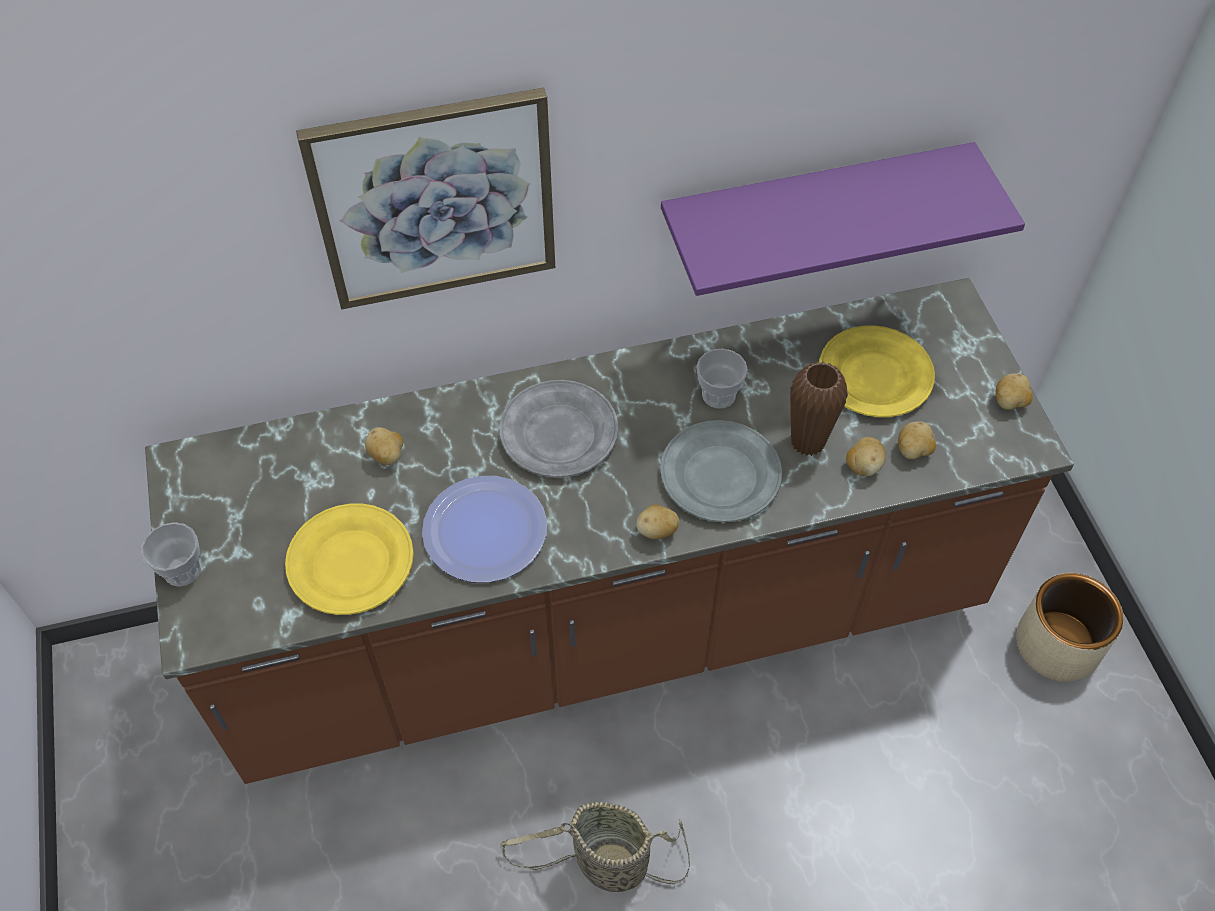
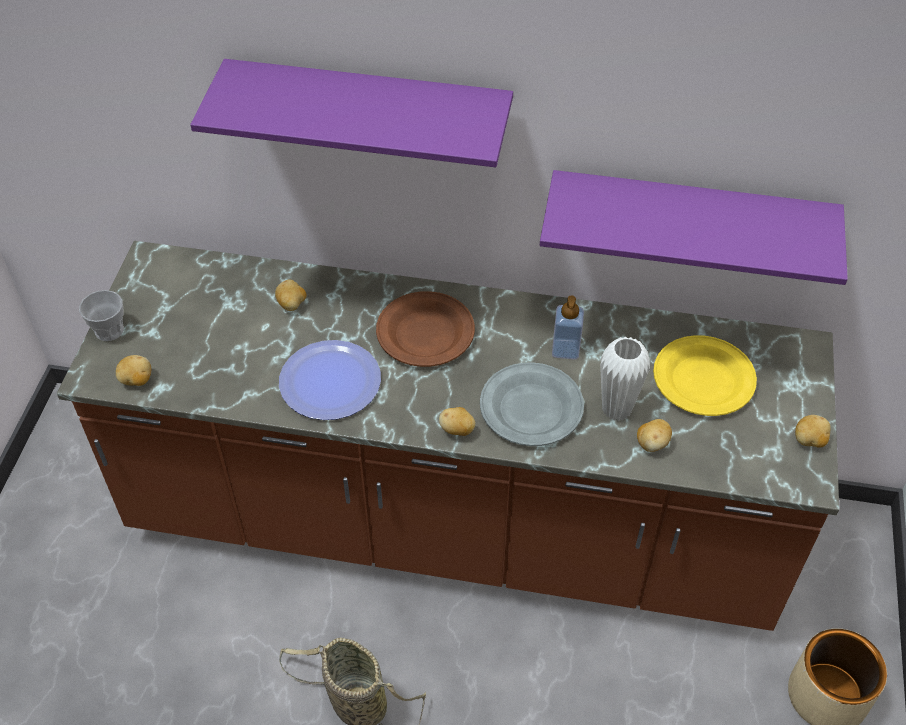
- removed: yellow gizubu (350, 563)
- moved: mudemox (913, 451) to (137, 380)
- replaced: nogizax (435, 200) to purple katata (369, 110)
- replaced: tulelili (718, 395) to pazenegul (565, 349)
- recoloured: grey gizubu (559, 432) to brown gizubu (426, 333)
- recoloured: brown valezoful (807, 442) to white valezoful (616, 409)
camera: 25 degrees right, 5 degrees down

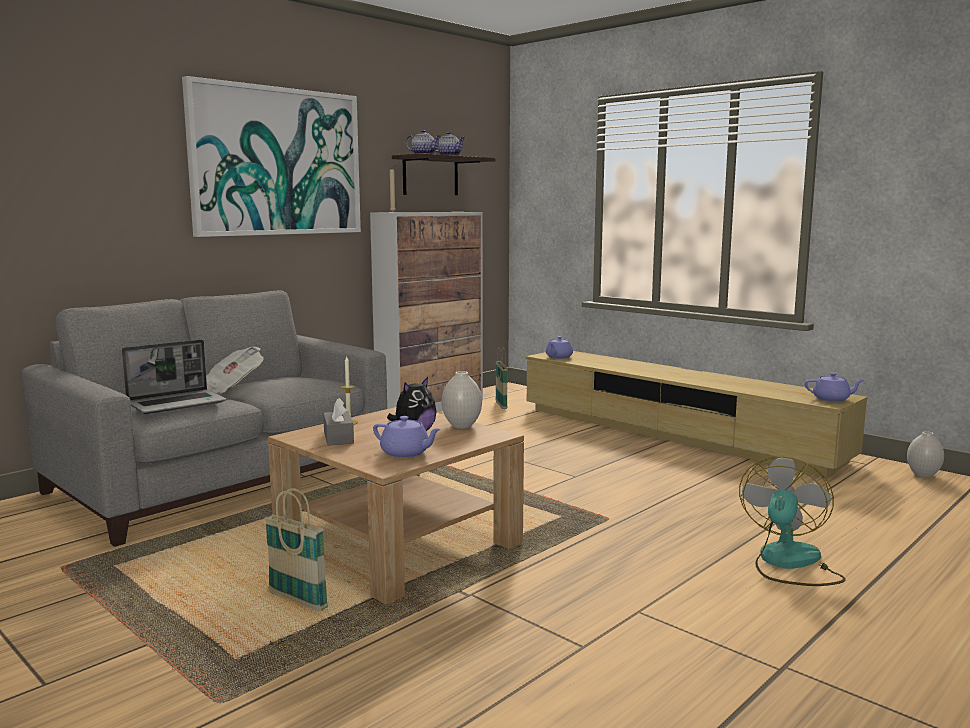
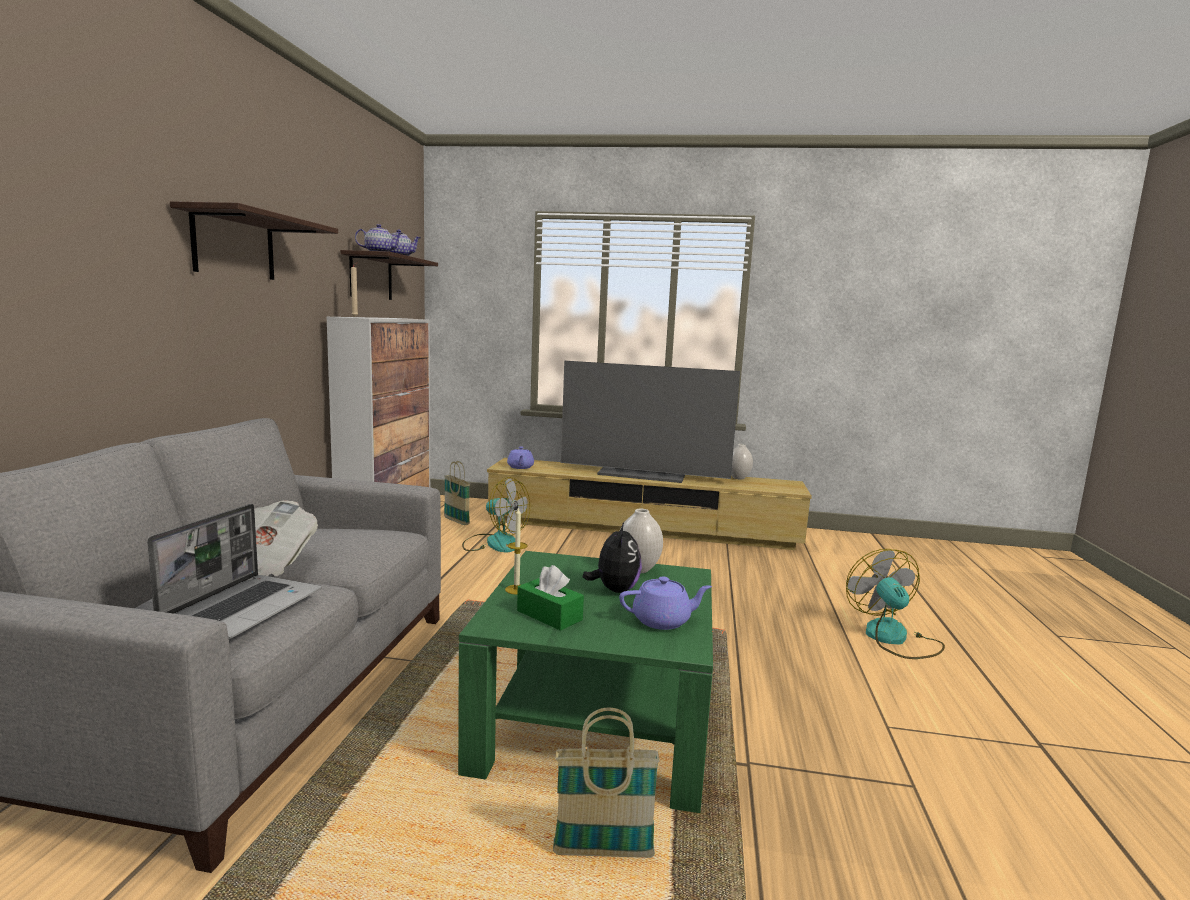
- removed: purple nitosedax (832, 399)
- added: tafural (494, 543)
- added: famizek (643, 474)
- moved: white valezoful (923, 475) to (738, 478)
- replaced: nogizax (277, 162) to katata (234, 246)
- recoloured: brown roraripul (398, 545) to green roraripul (595, 722)
- recoloured: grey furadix (338, 438) to green furadix (549, 615)
camera: 35 degrees left, 0 degrees up

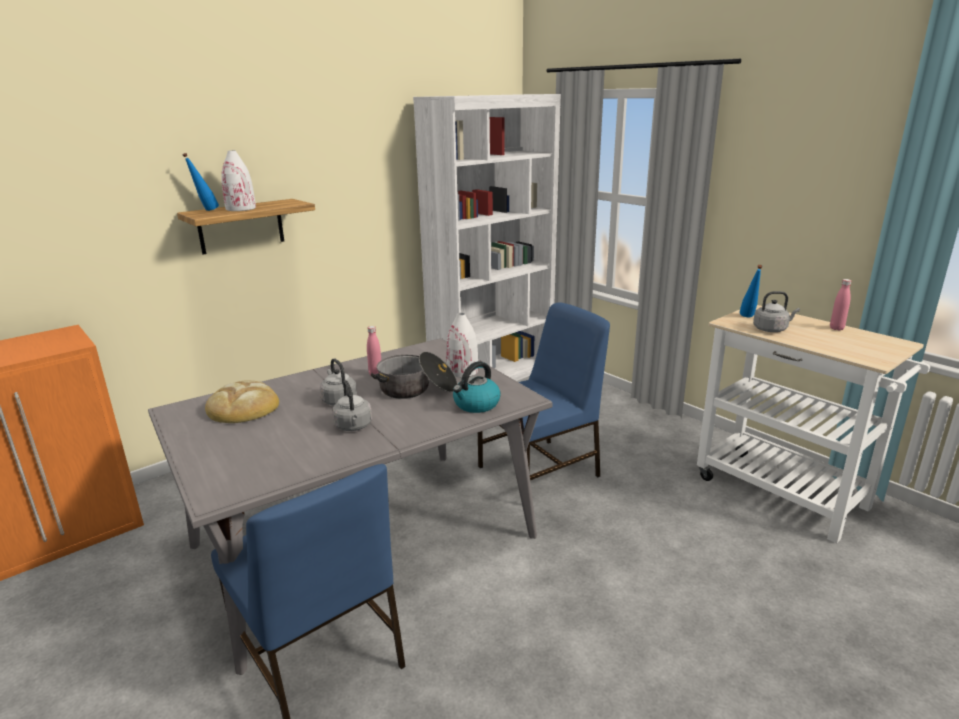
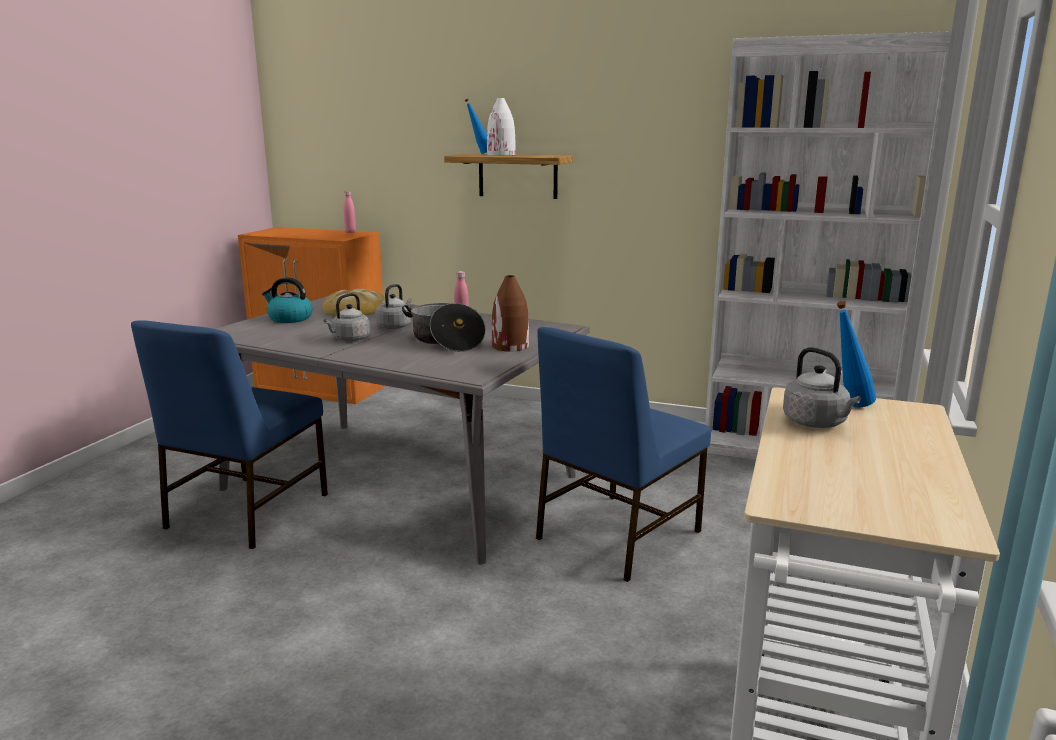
- moved: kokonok (476, 405) to (289, 318)
- moved: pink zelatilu (836, 328) to (350, 232)
- recoloured: white valezoful (462, 371) to brown valezoful (510, 346)
- turned: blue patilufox (541, 471) = (615, 535) 105 degrees clockwise
camera: 60 degrees right, 5 degrees down

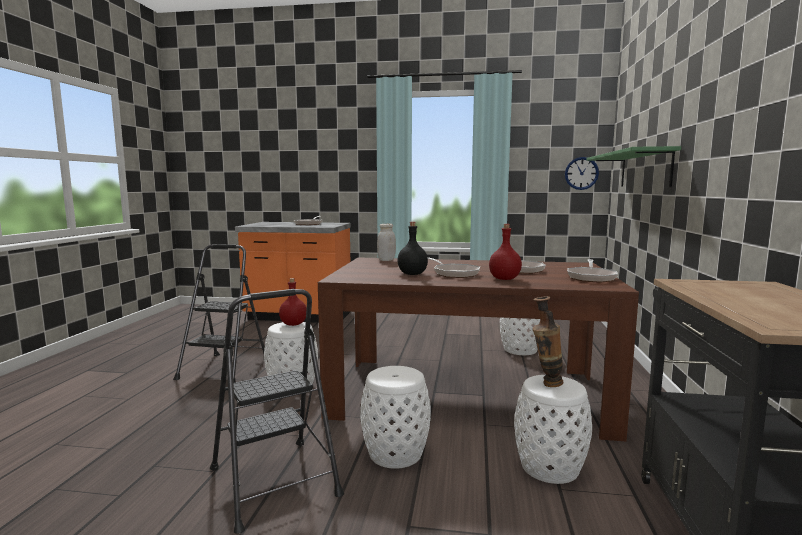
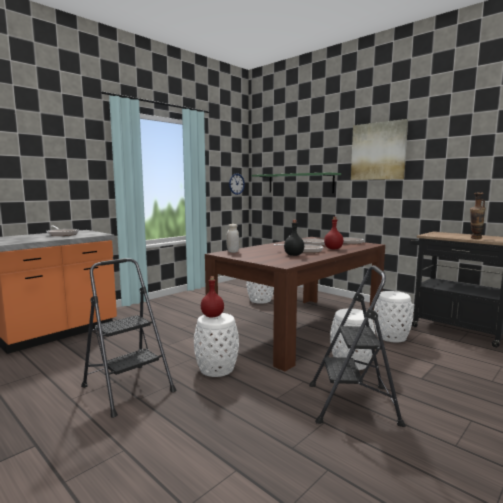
- added: nogizax (378, 151)
- moved: valezoful (546, 384) to (475, 238)
camera: 55 degrees left, 0 degrees up

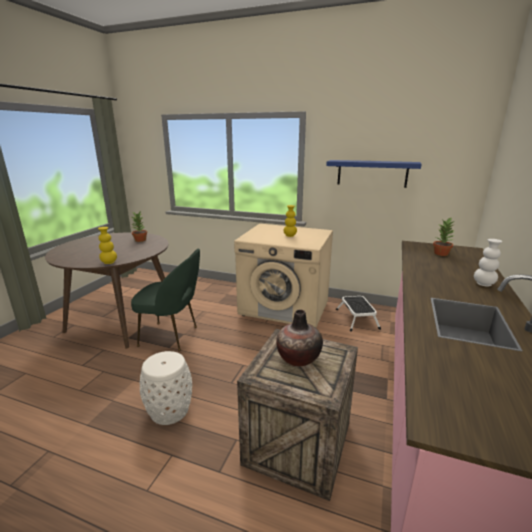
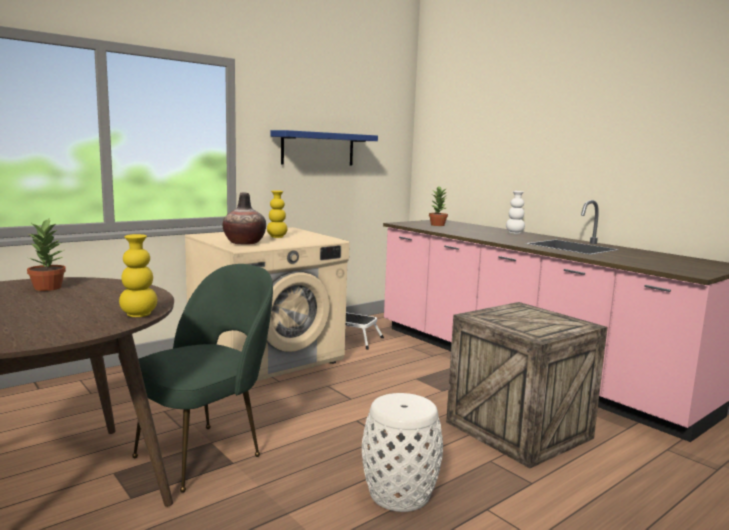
- moved: valezoful (298, 358) to (244, 243)
camera: 60 degrees left, 10 degrees down

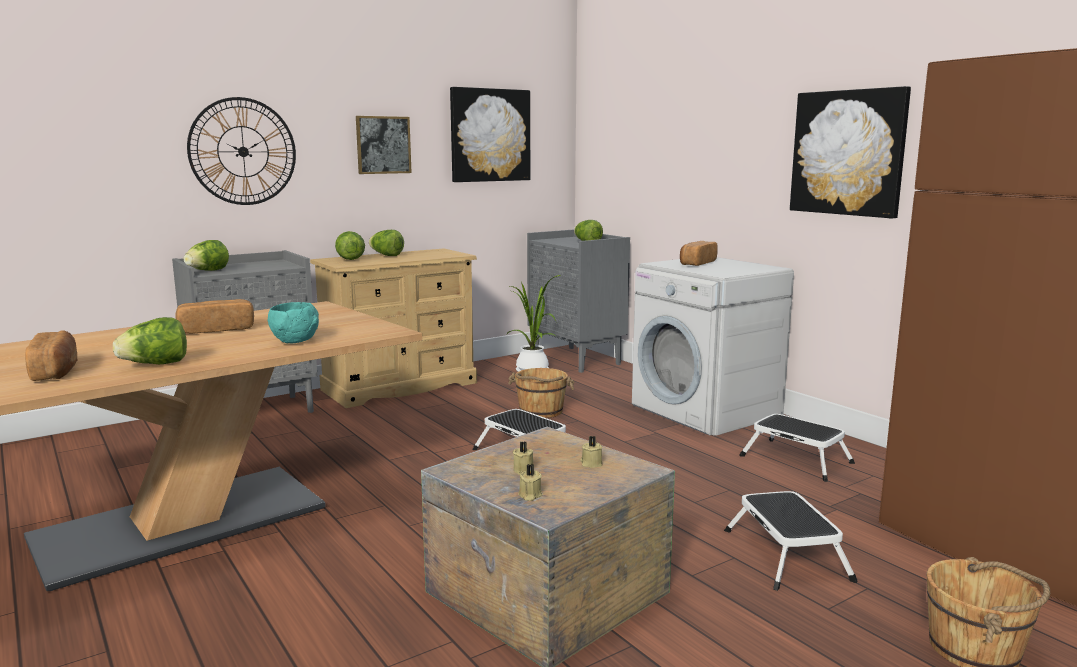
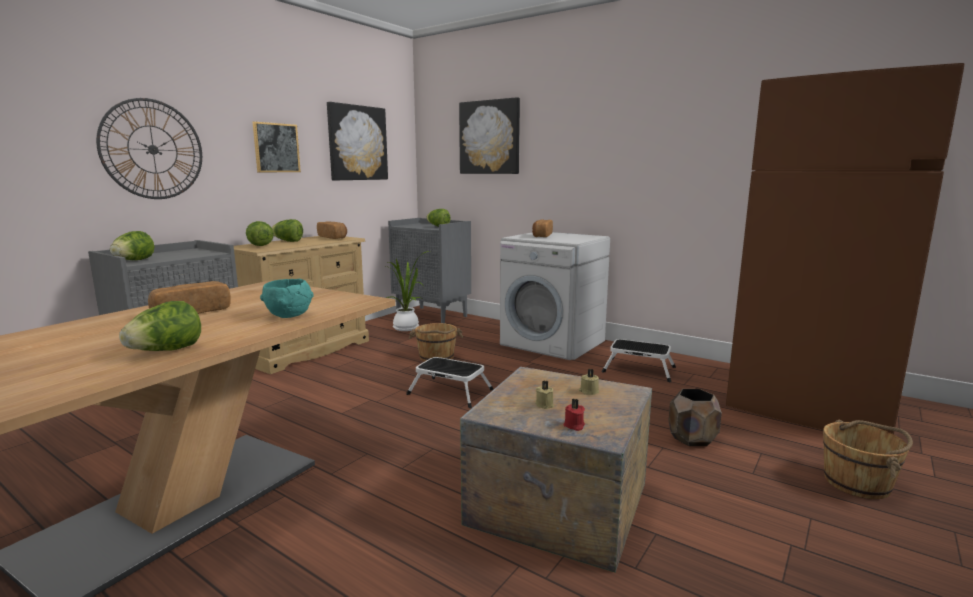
- moved: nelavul (56, 371) to (333, 237)
- moved: nogizax (848, 153) to (489, 137)
- replaced: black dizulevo (785, 555) to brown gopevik (692, 439)
- recoloured: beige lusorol (529, 495) to red lusorol (574, 426)
camera: 20 degrees left, 0 degrees up

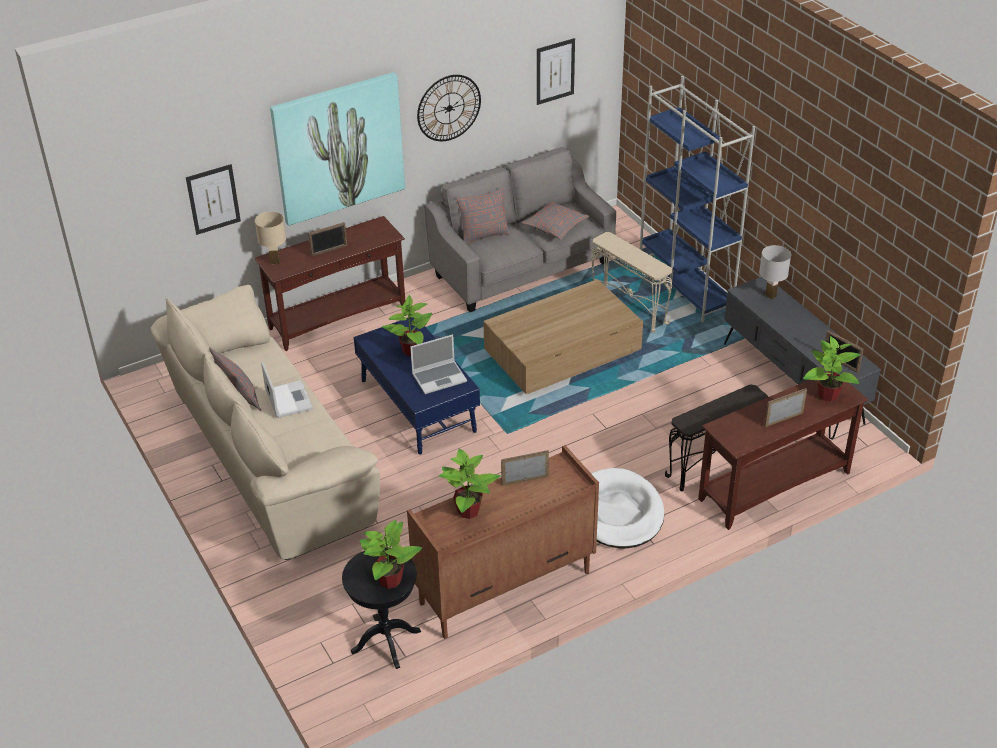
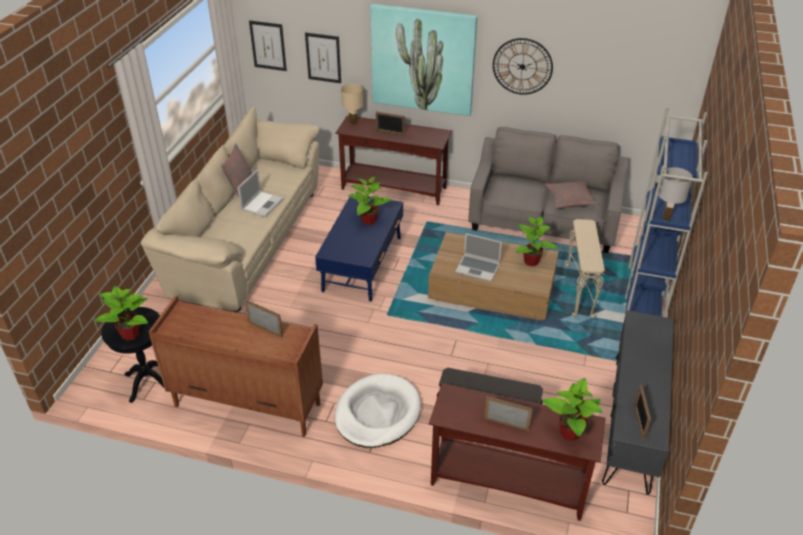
- removed: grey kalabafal (484, 236)
- moved: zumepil (439, 377) to (478, 268)
- moved: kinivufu (469, 511) to (531, 261)
- moved: nogizax (555, 71) to (268, 45)
- moved: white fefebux (770, 296) to (666, 217)
camera: 45 degrees right, 0 degrees up

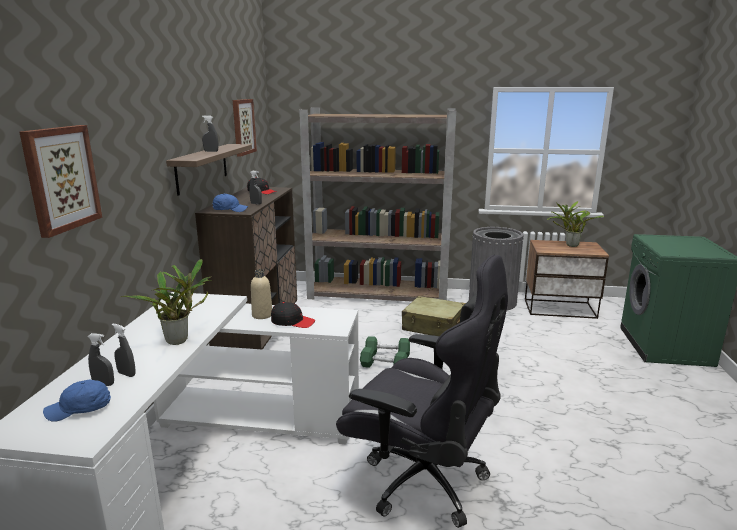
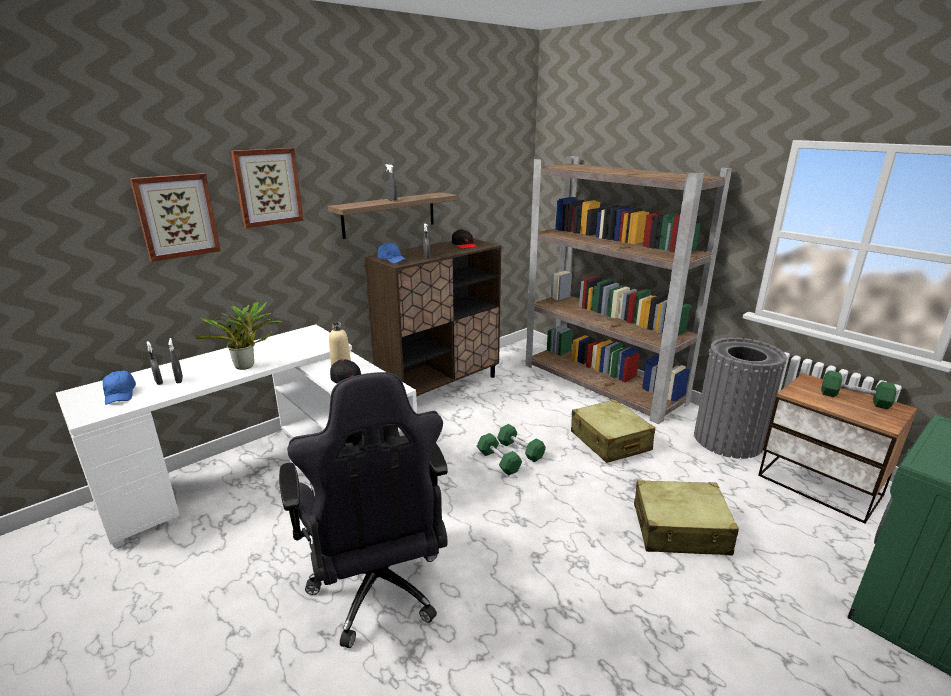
- added: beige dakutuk (680, 530)
- moved: nogizax (243, 127) to (268, 187)
- replaced: kinivufu (570, 245) to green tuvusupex (854, 399)
- turned: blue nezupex (80, 410) = (120, 394) 135 degrees counterclockwise
camera: 40 degrees right, 5 degrees up

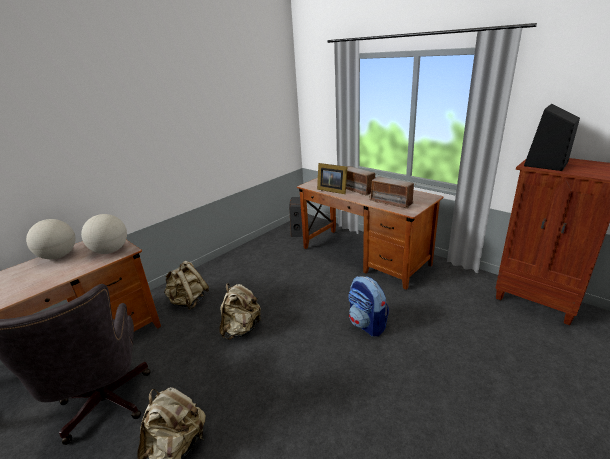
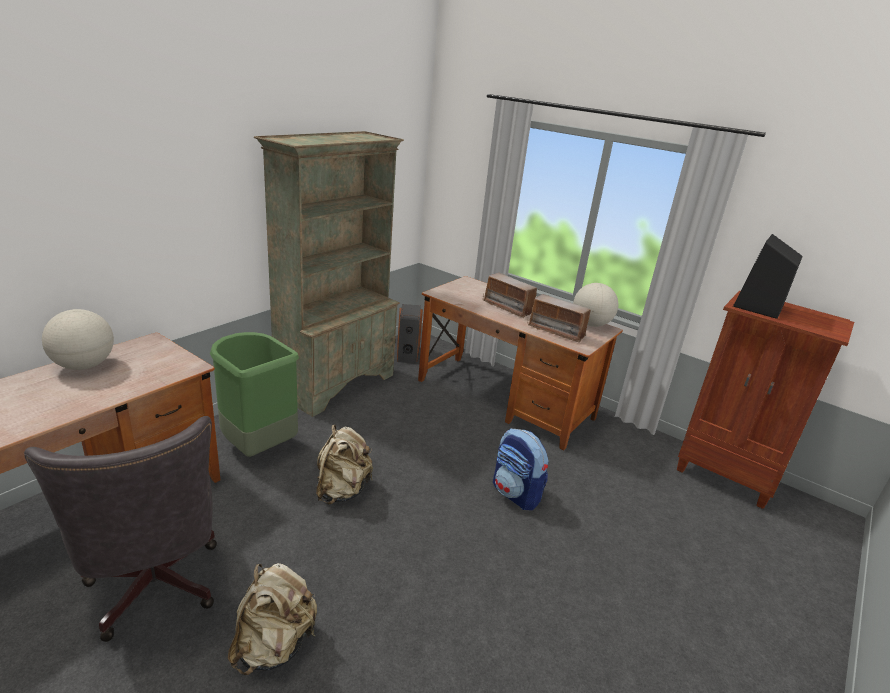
- removed: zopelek (332, 190)
- added: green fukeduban (336, 384)
- moved: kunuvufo (110, 251) to (591, 324)
- replaced: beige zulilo (189, 301) to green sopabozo (257, 446)
camera: 10 degrees left, 0 degrees up

